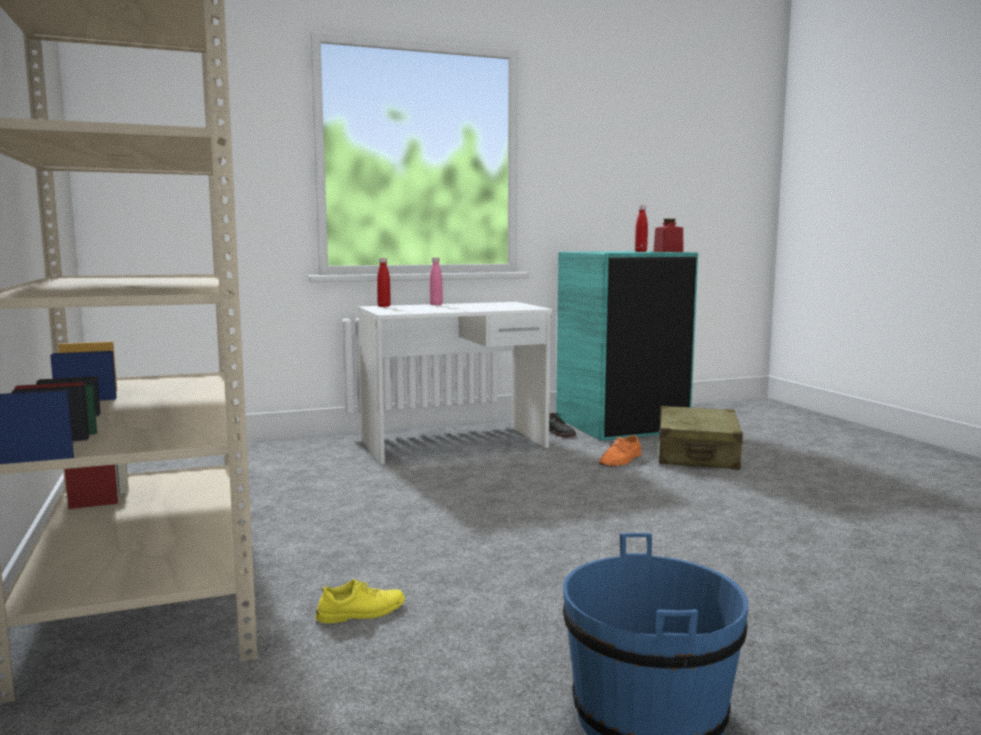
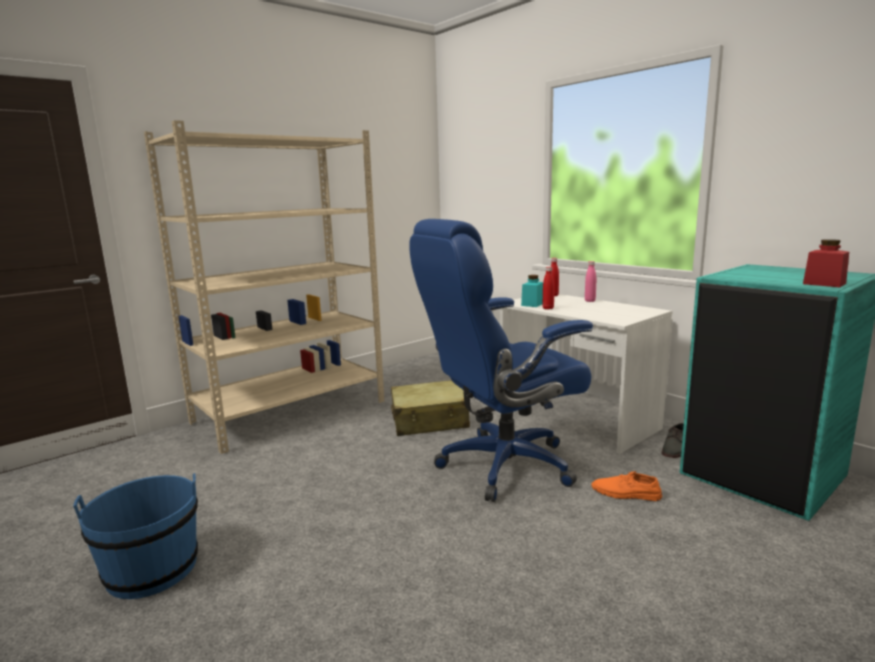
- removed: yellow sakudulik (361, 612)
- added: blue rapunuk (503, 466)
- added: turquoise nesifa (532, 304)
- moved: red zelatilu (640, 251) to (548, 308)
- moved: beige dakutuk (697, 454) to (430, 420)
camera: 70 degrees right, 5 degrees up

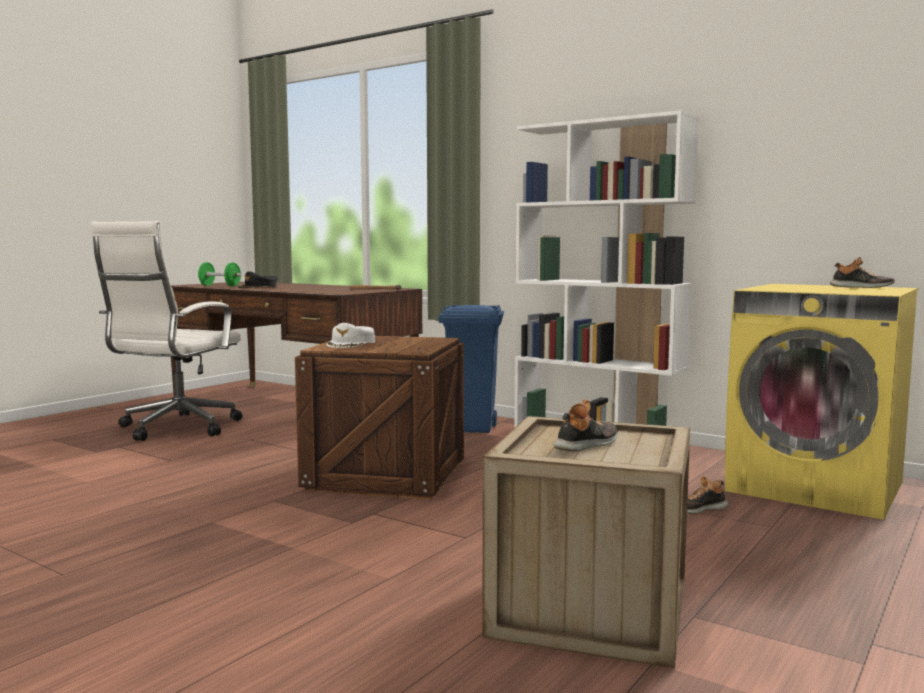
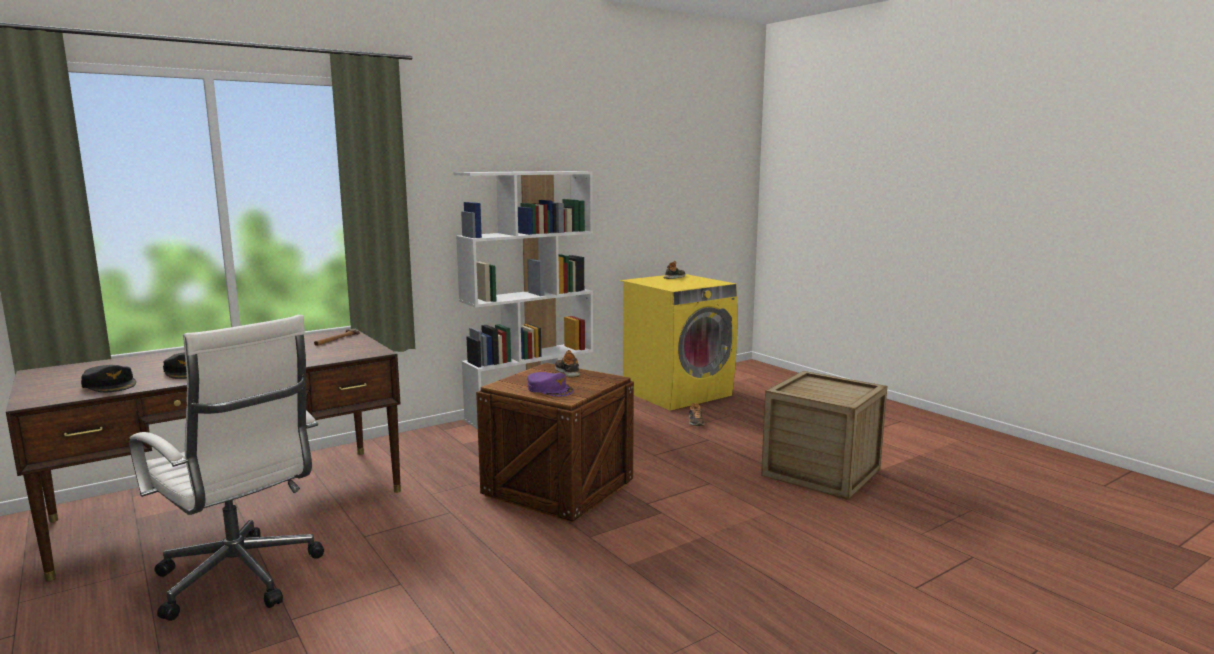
- removed: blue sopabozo (473, 428)
- moved: sakudulik (588, 444) to (567, 372)
- replaced: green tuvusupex (220, 286) to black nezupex (110, 385)
- recoloured: white nezupex (351, 344) to purple nezupex (550, 389)
camera: 70 degrees left, 5 degrees up

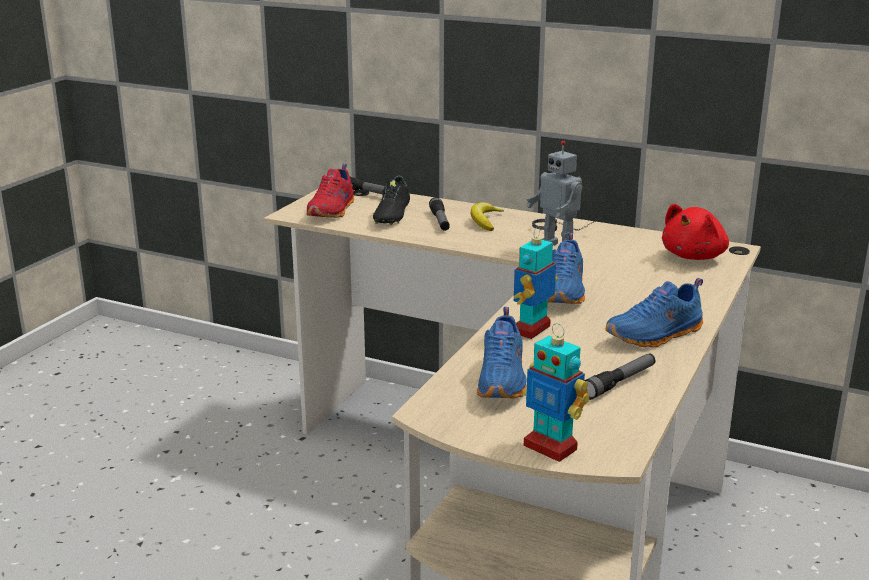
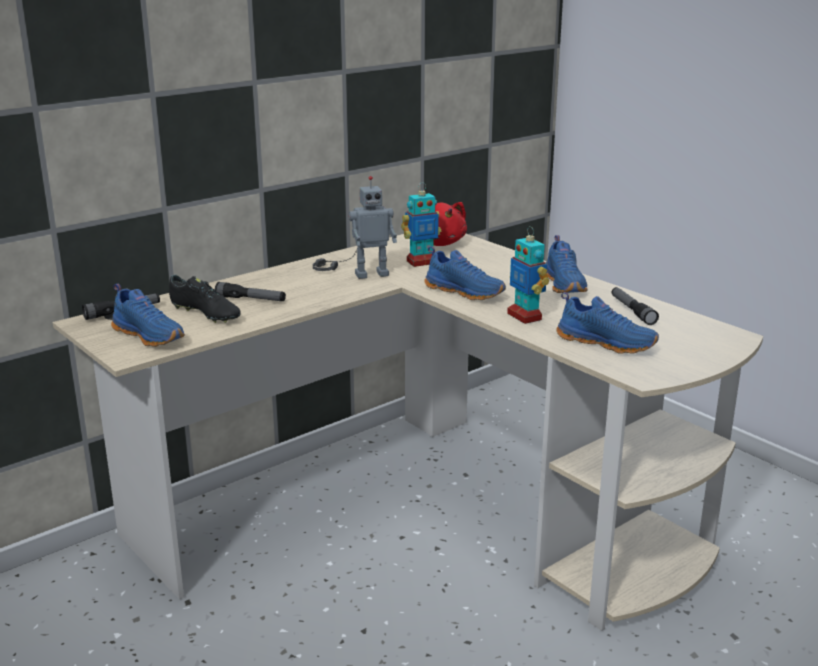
- removed: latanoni (485, 221)
- moved: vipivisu (551, 447) to (421, 262)
- recoloured: red sakudulik (333, 211) to blue sakudulik (150, 335)
camera: 65 degrees left, 0 degrees up

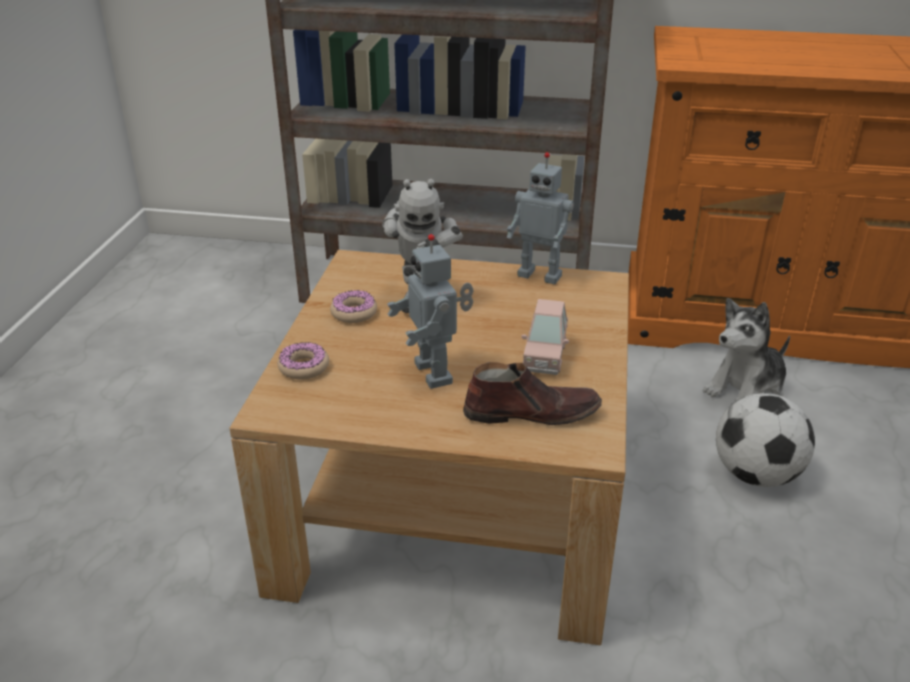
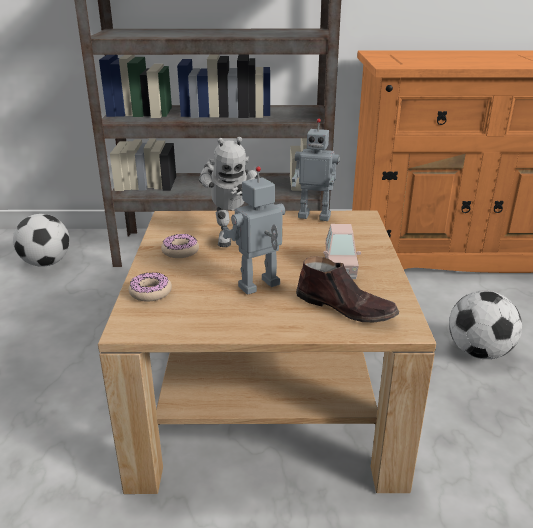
- removed: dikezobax (746, 390)
- added: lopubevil (46, 263)
- turned: vipivisu (436, 373) = (260, 287) 90 degrees clockwise
- turned: brown sakudulik (531, 412) = (345, 307) 45 degrees clockwise
camera: 10 degrees left, 5 degrees down

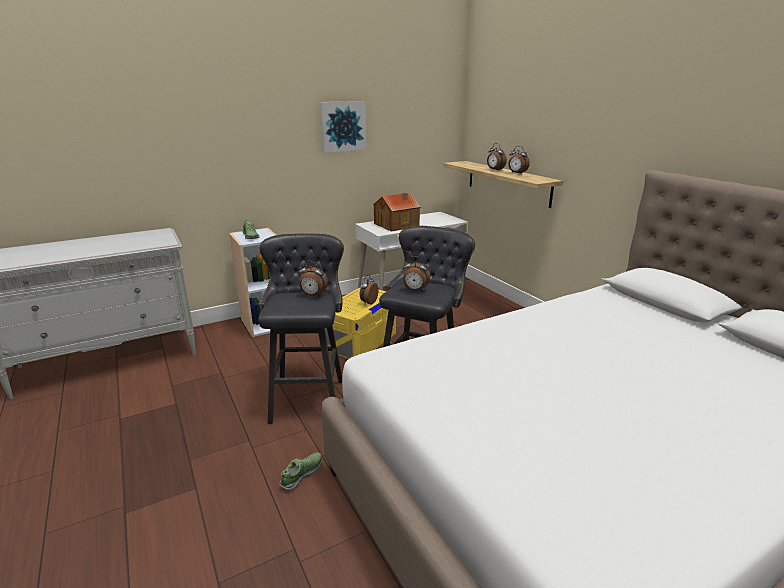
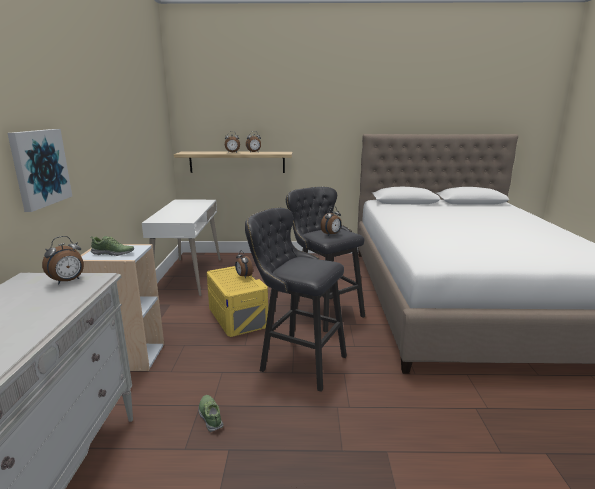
- removed: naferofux (397, 225)
- moved: sakudulik (302, 474) to (211, 416)
- moved: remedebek (313, 295) to (68, 281)
- moved: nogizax (343, 126) to (40, 168)
camera: 60 degrees left, 5 degrees down

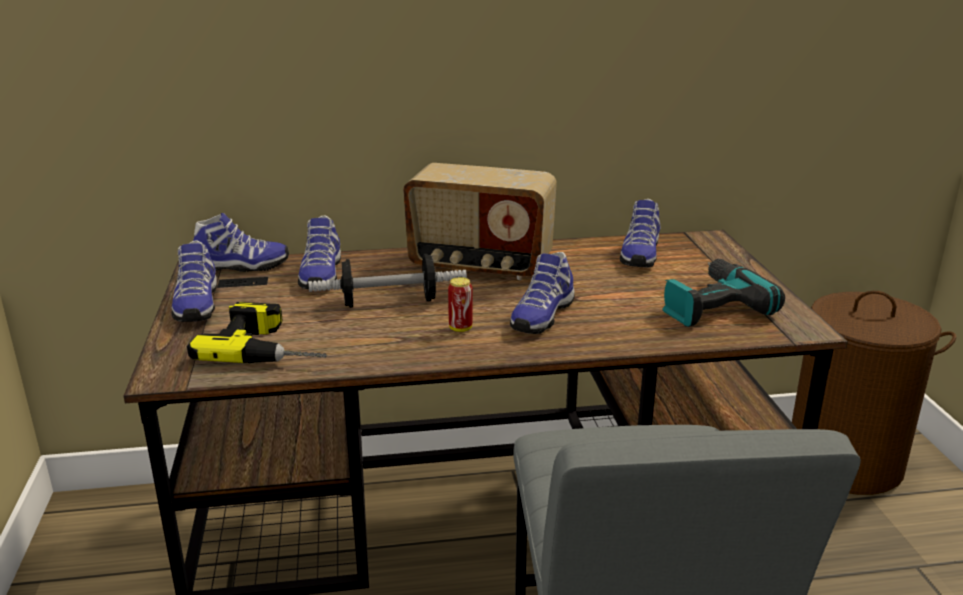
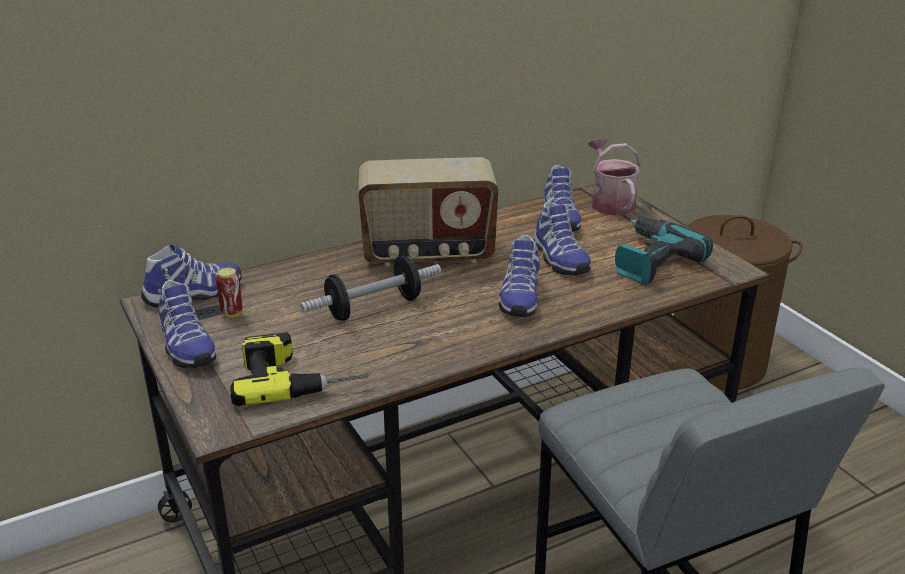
- added: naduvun (610, 202)
- moved: sakudulik (320, 275) to (558, 259)
- moved: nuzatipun (460, 328) to (232, 313)
camera: 20 degrees left, 5 degrees up

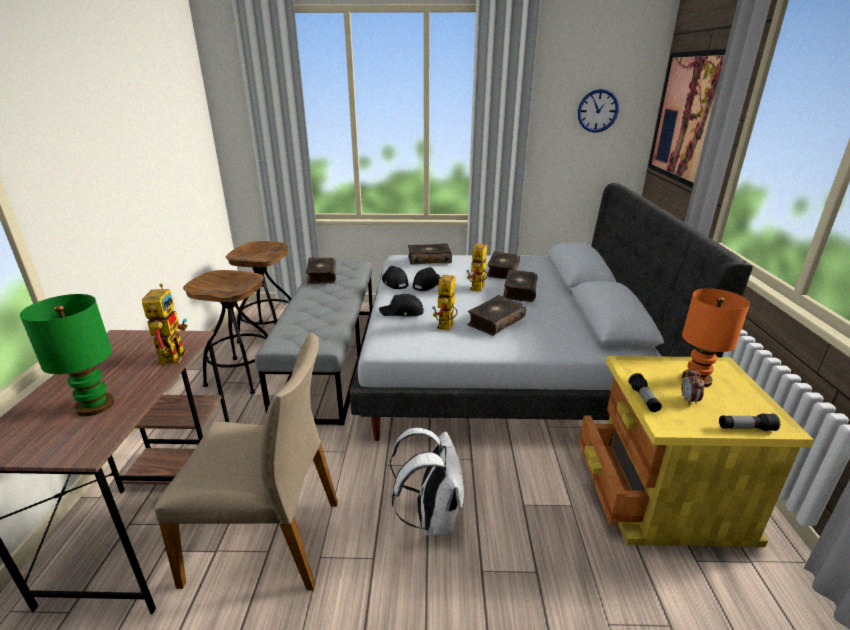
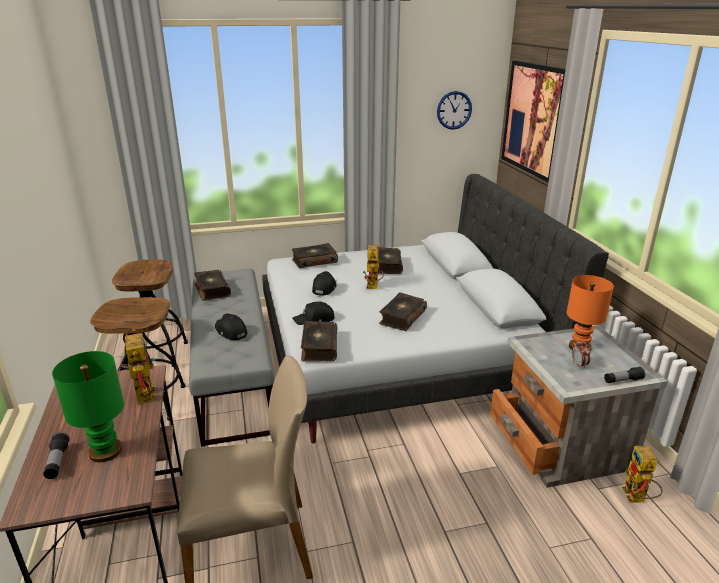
- removed: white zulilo (431, 517)
- moved: black nezupex (394, 283) to (230, 331)
- moved: vipivisu (446, 328) to (637, 499)
- moved: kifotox (519, 291) to (318, 347)
- moved: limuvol (643, 399) to (57, 462)
- recoloured: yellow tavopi (659, 494) to grey tavopi (560, 444)
camera: 15 degrees left, 0 degrees up

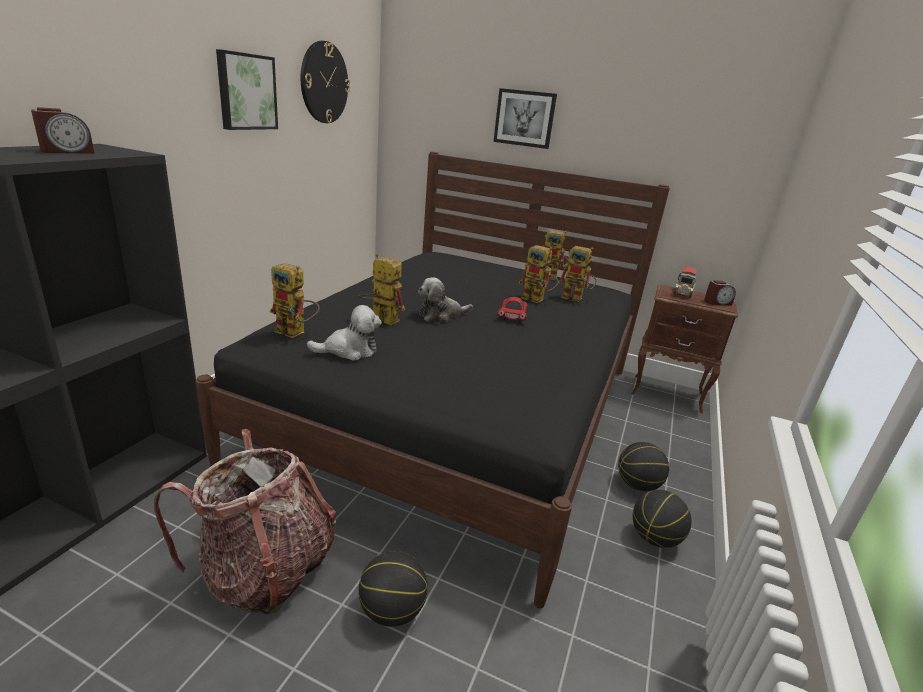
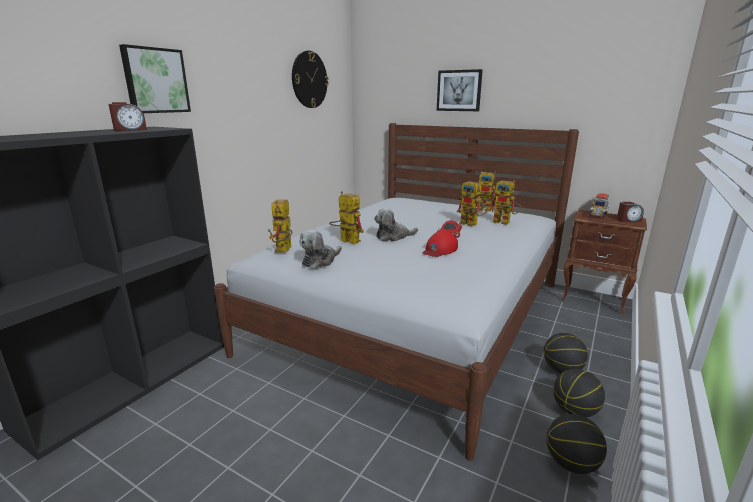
- removed: zulilo (264, 570)
- added: red nezupex (439, 250)
- moved: nogizax (246, 91) to (155, 80)
- moved: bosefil (392, 610) to (571, 463)
- recoloured: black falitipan (459, 411) to white falitipan (415, 315)
- turned: vipivisu (296, 332) = (284, 251) 60 degrees clockwise
- turned: dikezobax (349, 350) = (320, 261) 135 degrees clockwise
camera: 10 degrees right, 5 degrees down

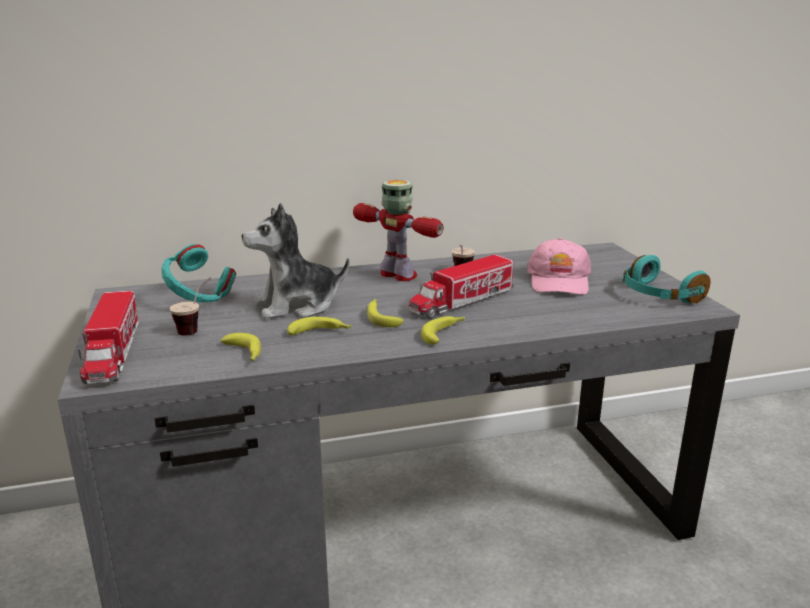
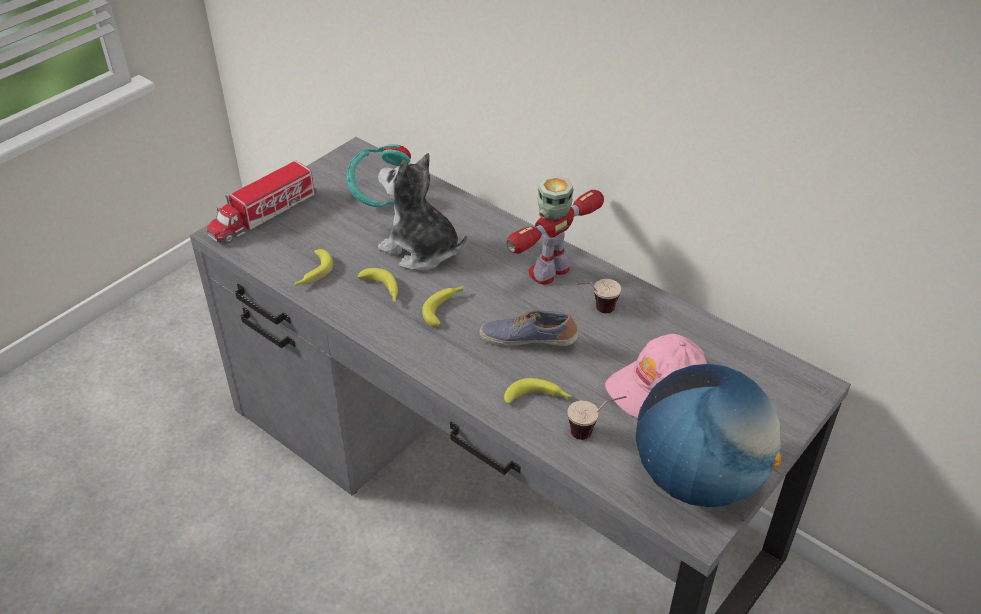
- moved: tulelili (196, 328) to (593, 432)
- moved: latanoni (444, 333) to (538, 398)
- replaced: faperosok (462, 301) to sakudulik (528, 339)
- replaced: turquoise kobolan (658, 295) to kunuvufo (697, 478)
- turned: vipivisu (398, 275) = (550, 271) 135 degrees counterclockwise
camera: 55 degrees right, 20 degrees up

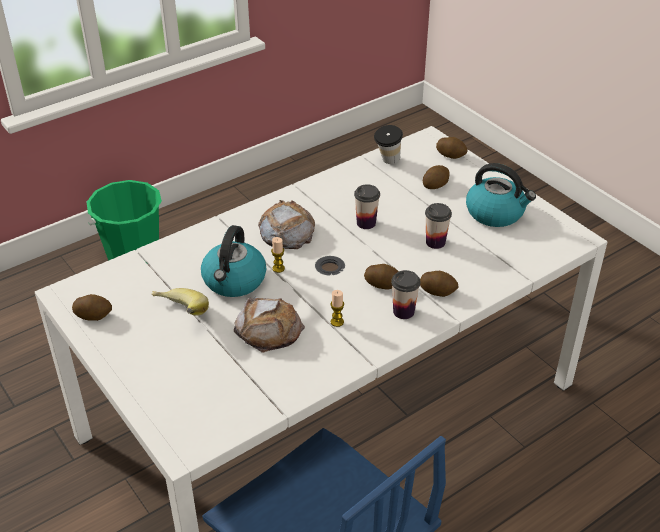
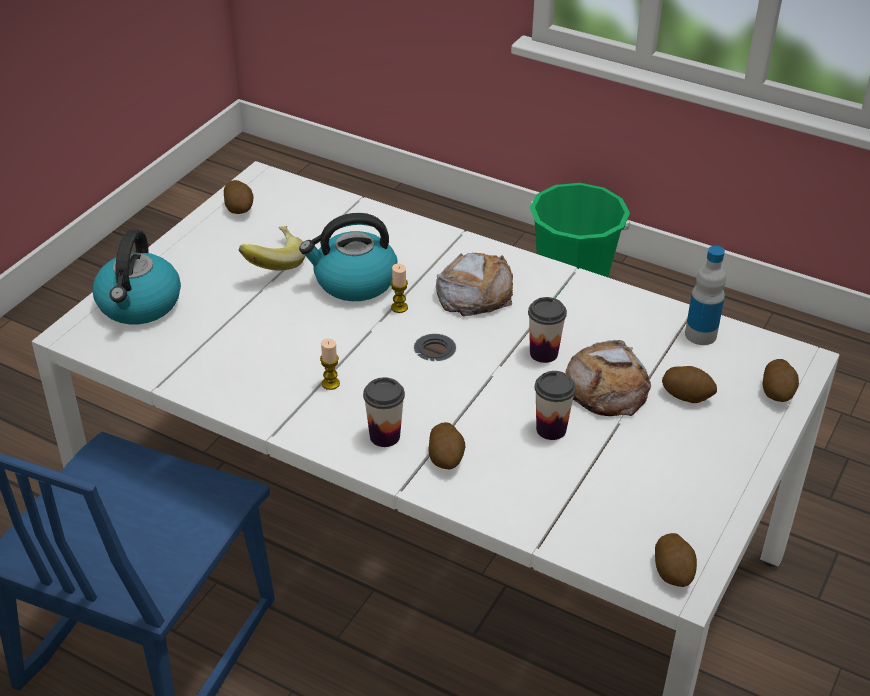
- moved: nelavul (269, 329) to (607, 387)
- moved: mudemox (382, 284) to (673, 572)
- moved: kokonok (496, 213) to (139, 305)
- replaced: tulelili (387, 162) to zelatilu (700, 334)
camera: 65 degrees right, 0 degrees up

